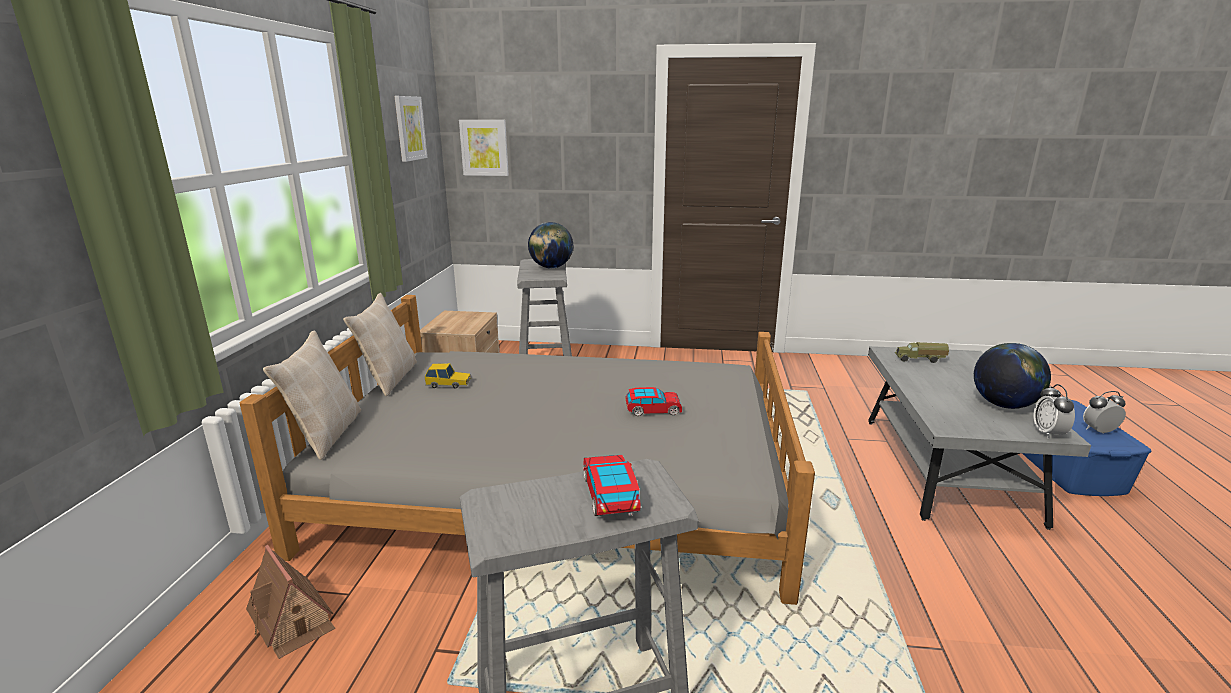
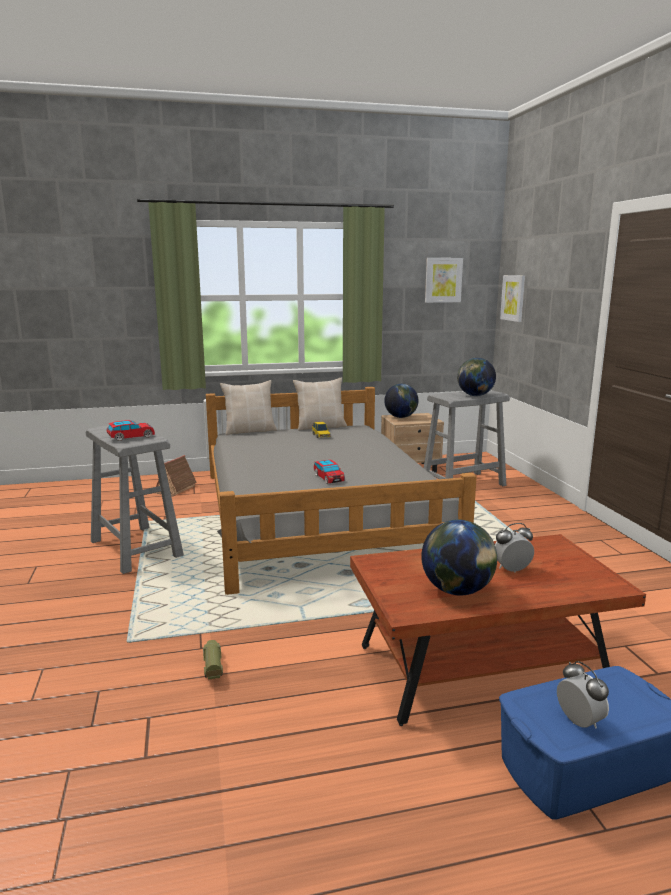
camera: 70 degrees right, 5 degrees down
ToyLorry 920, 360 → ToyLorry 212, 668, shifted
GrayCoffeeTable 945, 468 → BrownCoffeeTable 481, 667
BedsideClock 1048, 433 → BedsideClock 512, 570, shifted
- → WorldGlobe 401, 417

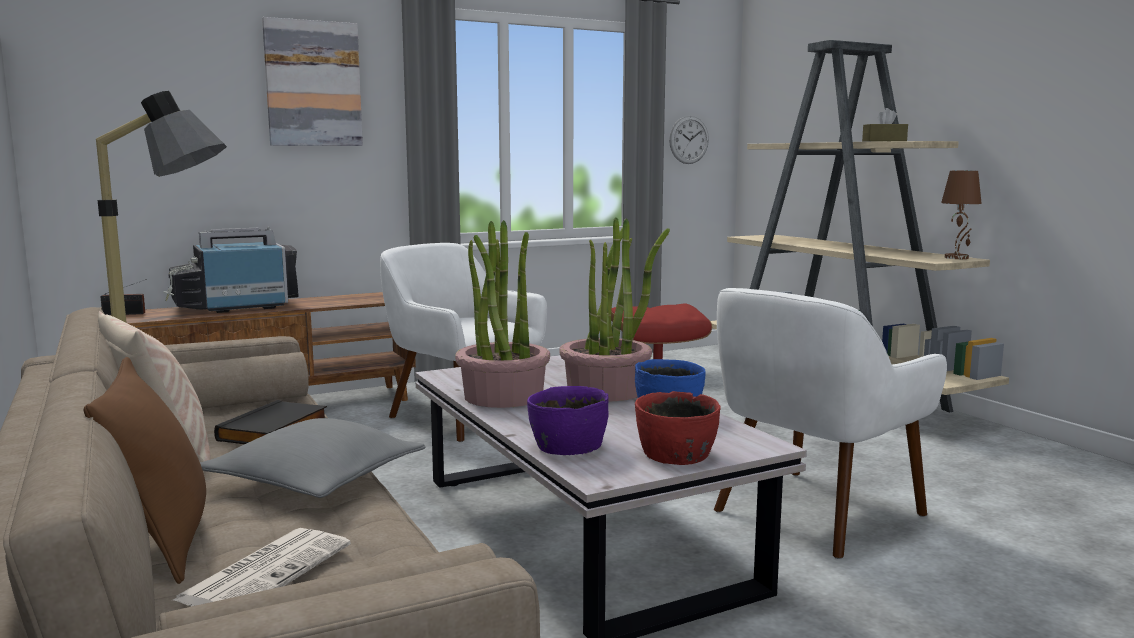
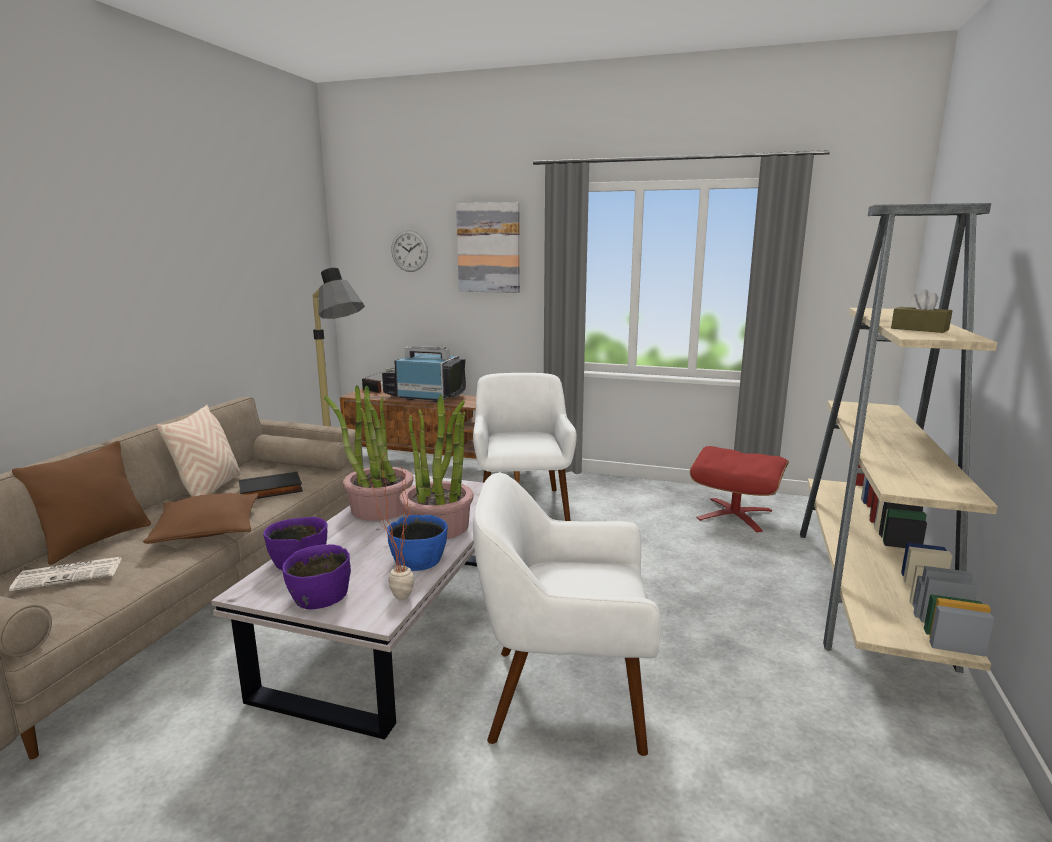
camera: 45 degrees right, 5 degrees up
WallClock 689, 140 → WallClock 409, 251, shifted
BrownTabletopLamp 957, 258 → -
ReddishServingBowl 676, 454 → PurpleServingBowl 319, 597
GrayCushion 316, 479 → BrownCushion 208, 530
- → PottedPlant 394, 598

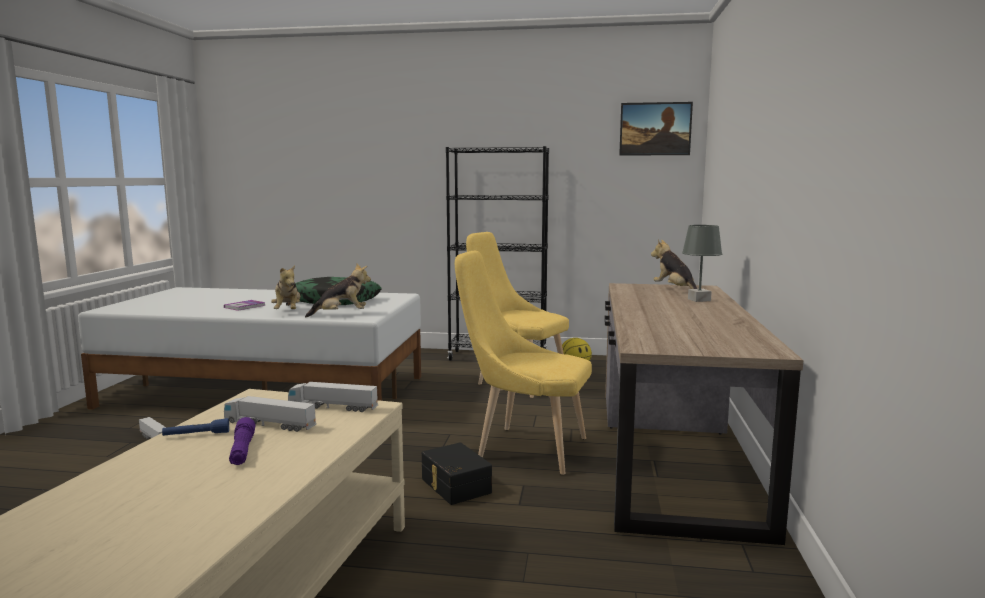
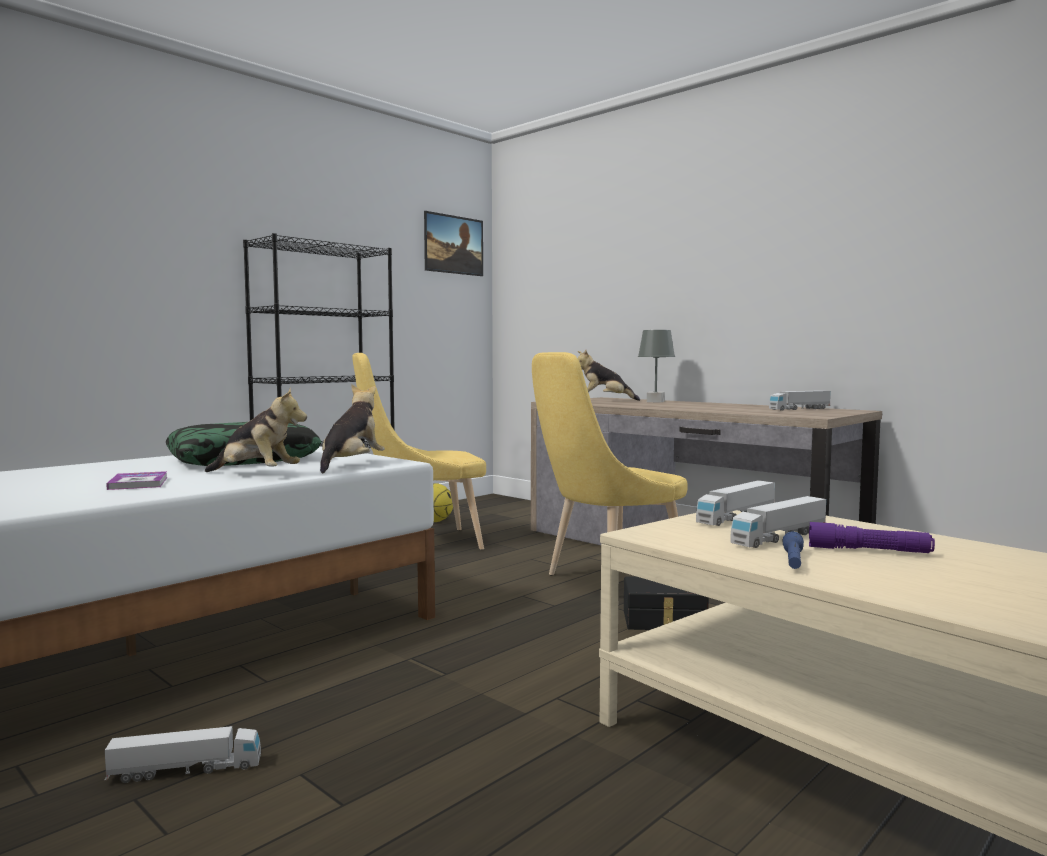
camera: 55 degrees left, 5 degrees down
- → ToyLorry 800, 409

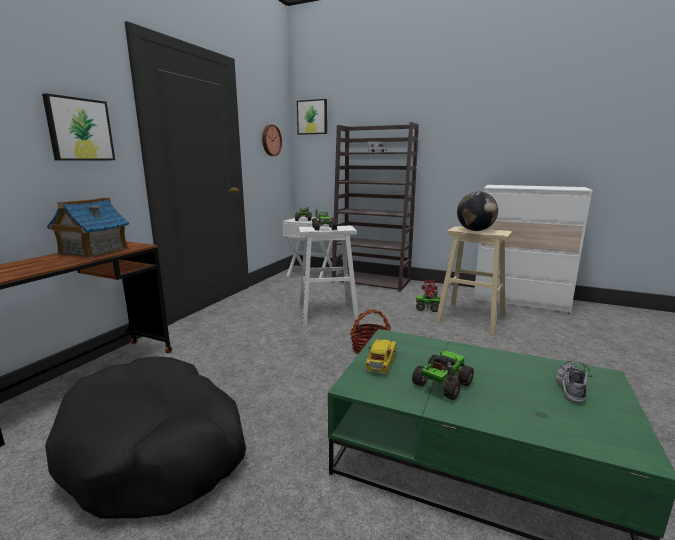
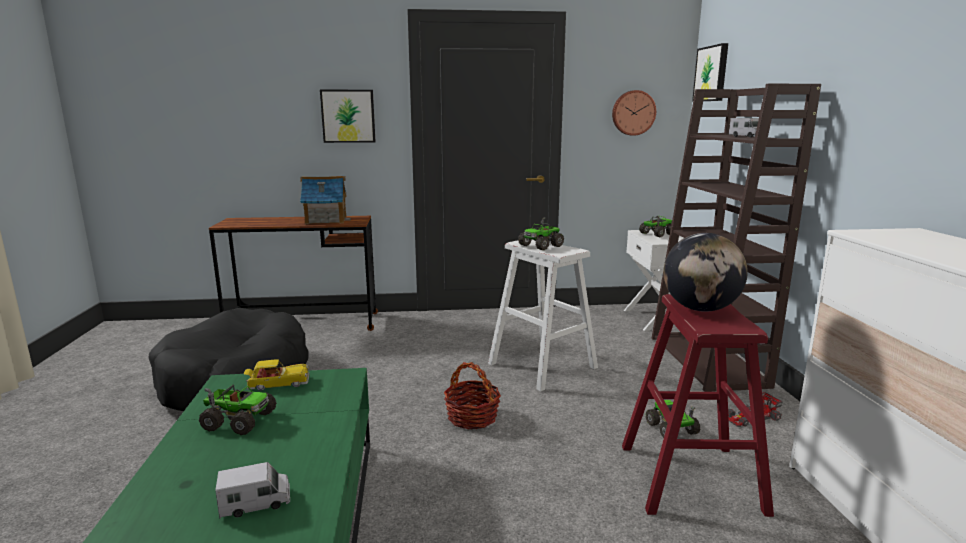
camera: 60 degrees right, 0 degrees up
SandColouredStoolSeat 471, 318 → ReddishStoolSeat 690, 478
ItemOfFootwear 570, 387 → ToyLorry 256, 503

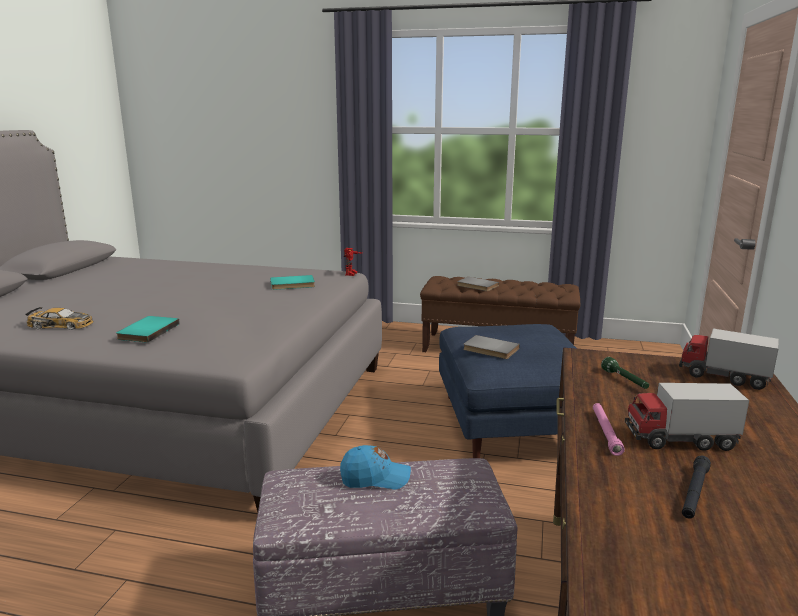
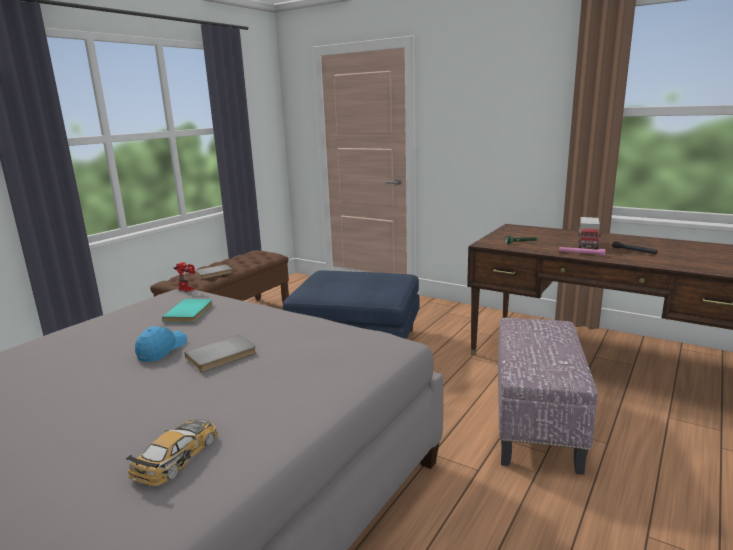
camera: 70 degrees left, 0 degrees up
BlueGreenVolume 146, 331 → -
ToyLorry 723, 377 → -
GrayVolume 490, 350 → GrayVolume 222, 356, shifted
BluePeakedCap 375, 478 → BluePeakedCap 162, 350, shifted

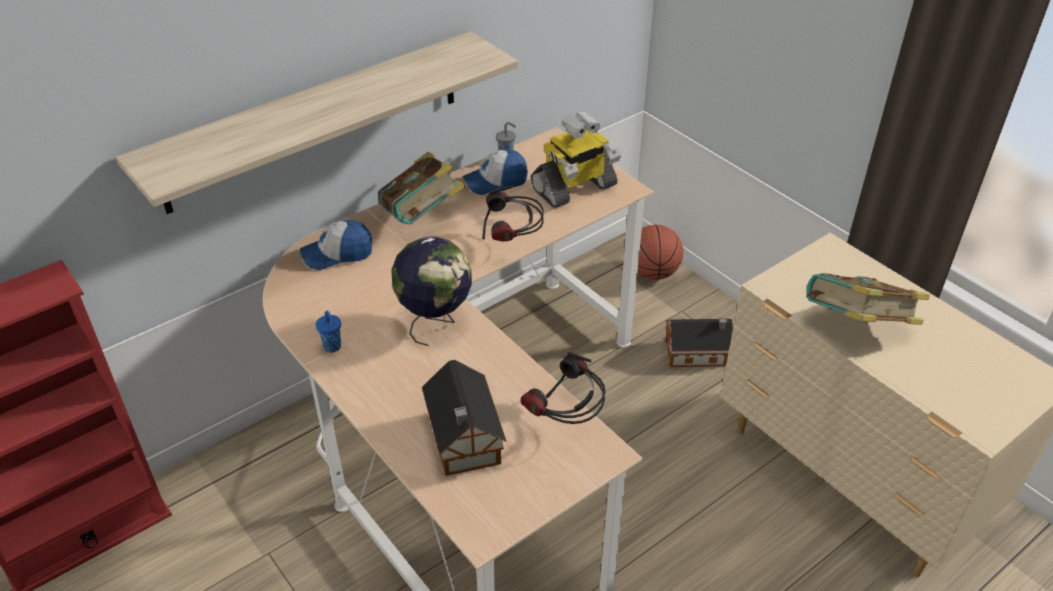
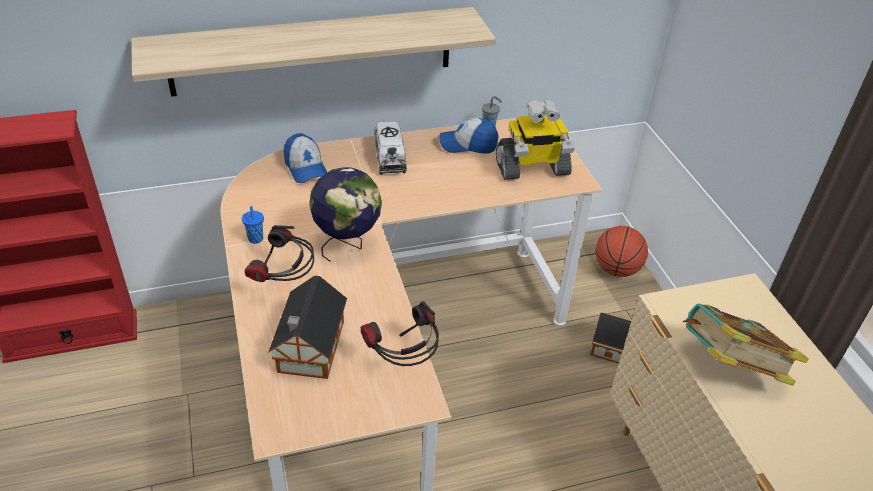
camera: 20 degrees right, 0 degrees up
Volume 422, 217 → ToyLorry 390, 157
Headset 513, 244 → Headset 284, 284, shifted
PeakedCap 337, 254 → PeakedCap 305, 167, 120 degrees counterclockwise

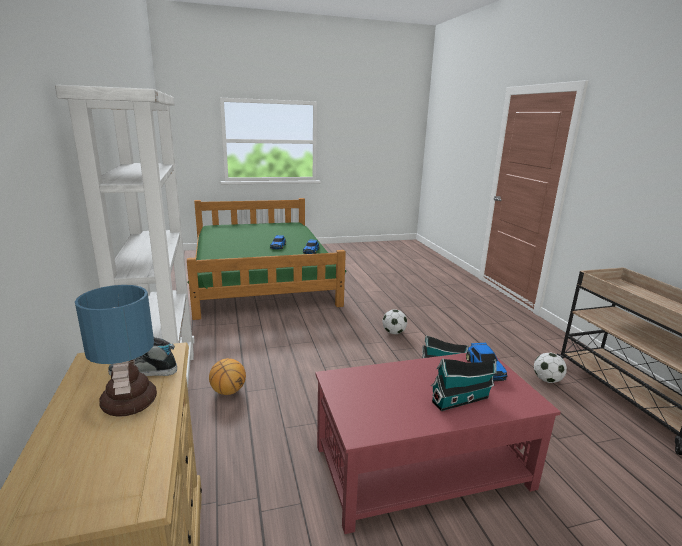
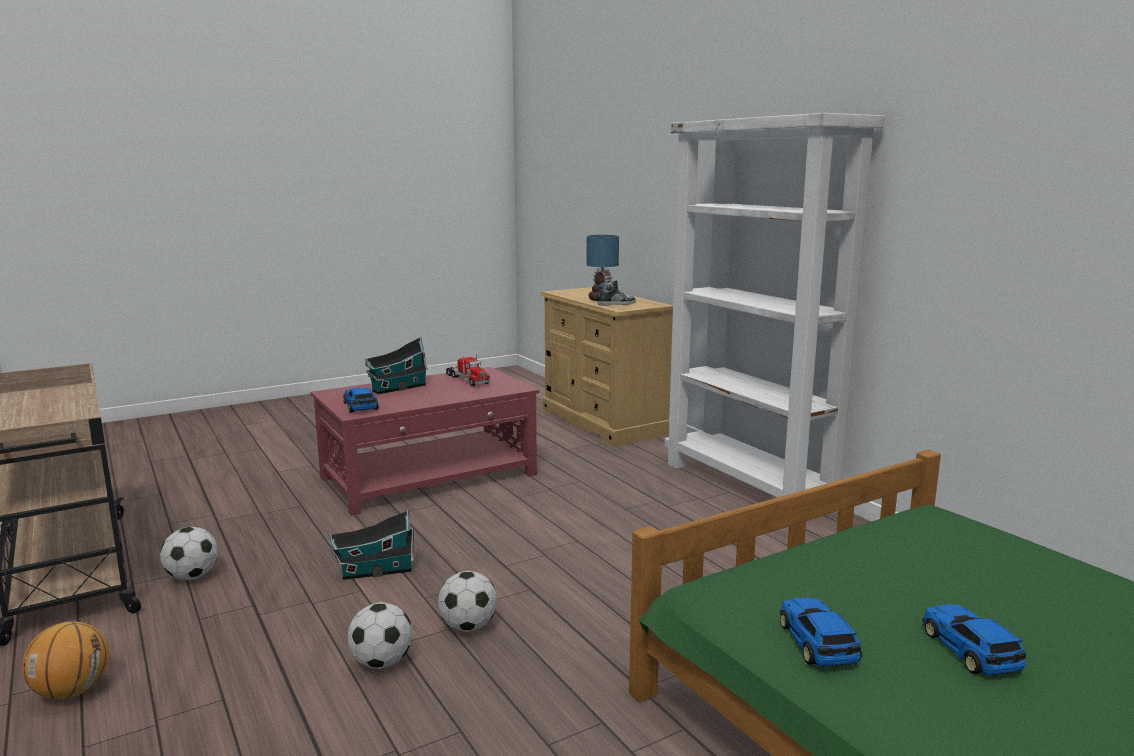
camera: 165 degrees right, 5 degrees down
Basketball 228, 391 → Basketball 72, 691, shifted
- → ToyLorry 467, 379
- → BallForFootball 381, 663

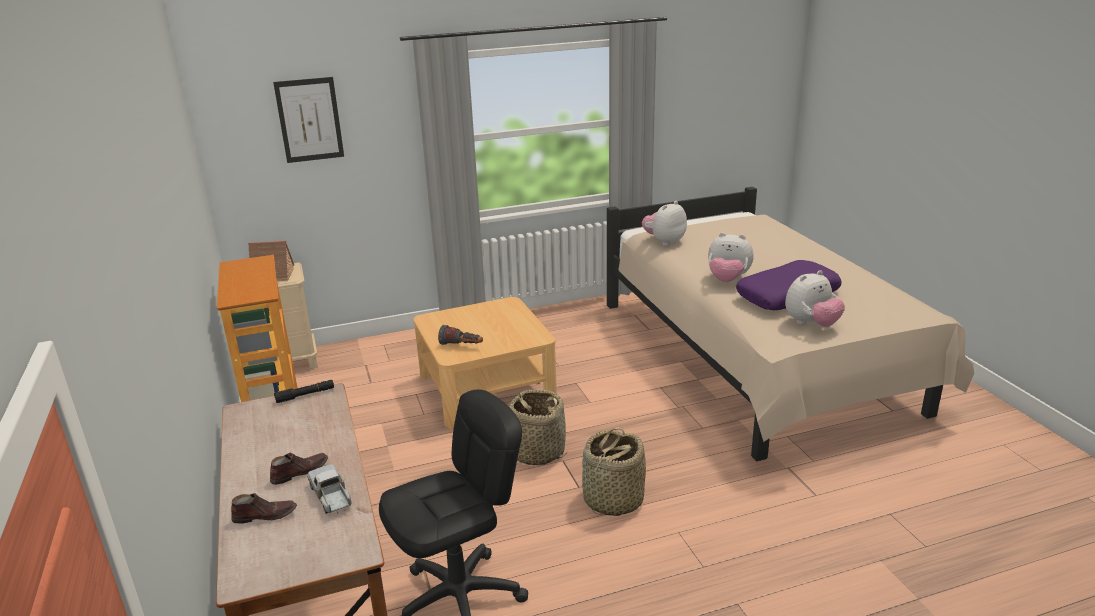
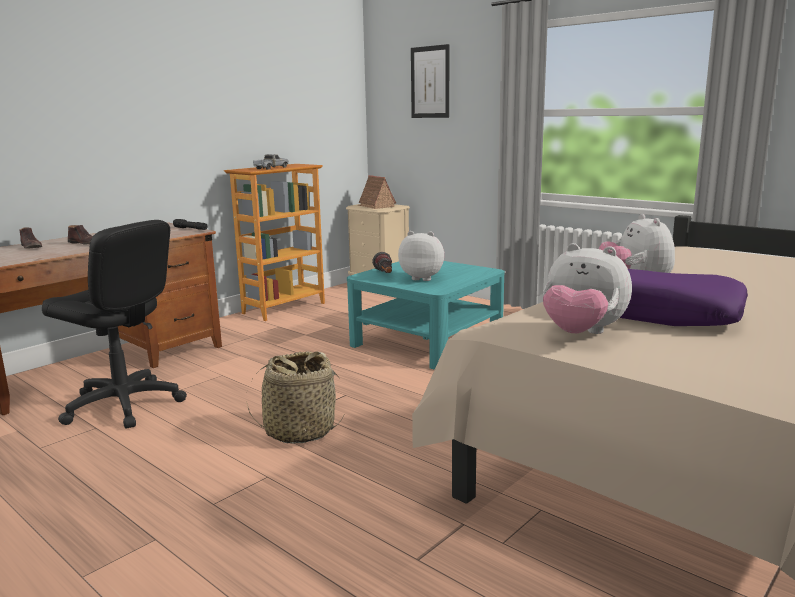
camera: 60 degrees right, 10 degrees down
CuddlyToy 664, 242 → CuddlyToy 423, 278, shifted
SandColouredCoffeeTable 486, 389 → BlueGreenCoffeeTable 425, 341
Basket 536, 451 → -
ToyLorry 331, 496 → ToyLorry 270, 168, shifted

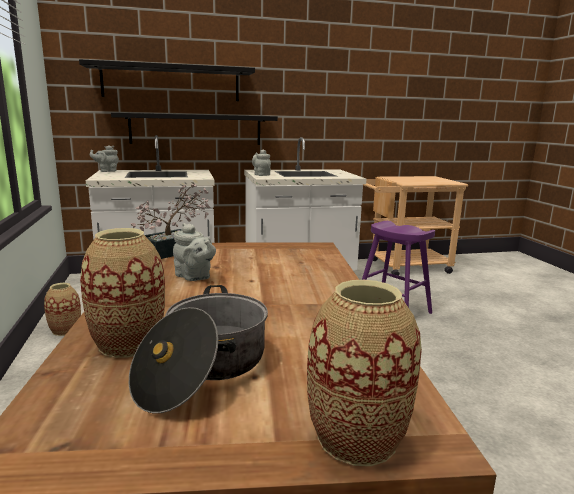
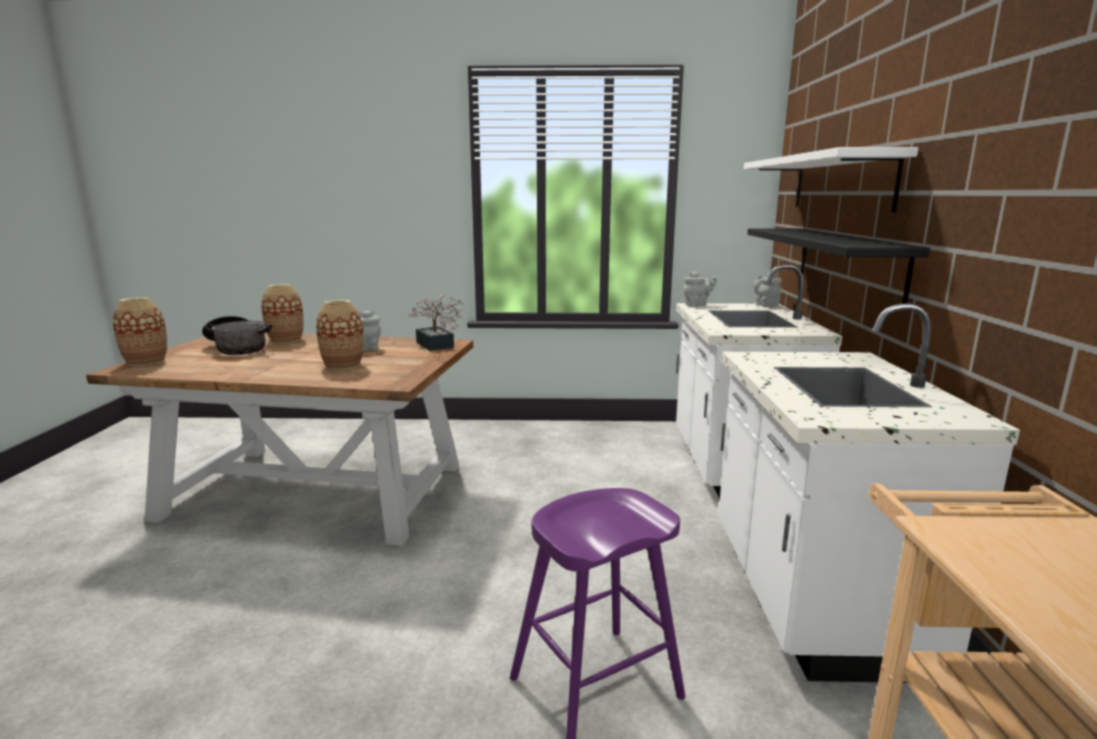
camera: 105 degrees right, 0 degrees up
BlackishBracketShelf 171, 83 → WhiteBracketShelf 841, 183
GrayPotForTea 261, 175 → GrayPotForTea 697, 305, shifted
DecorativeVase 65, 330 → DecorativeVase 343, 365, shifted

